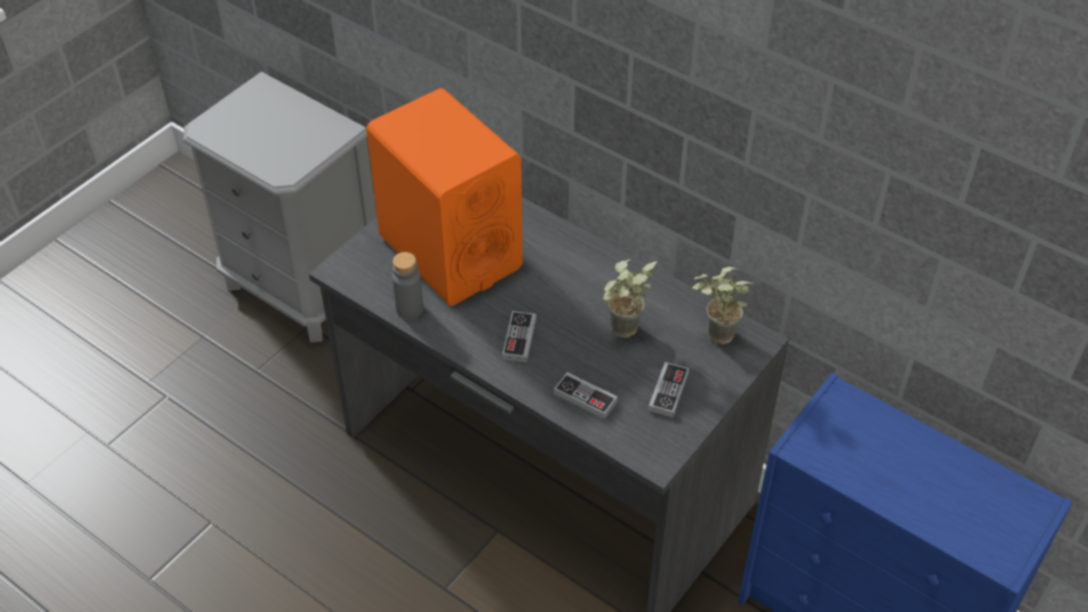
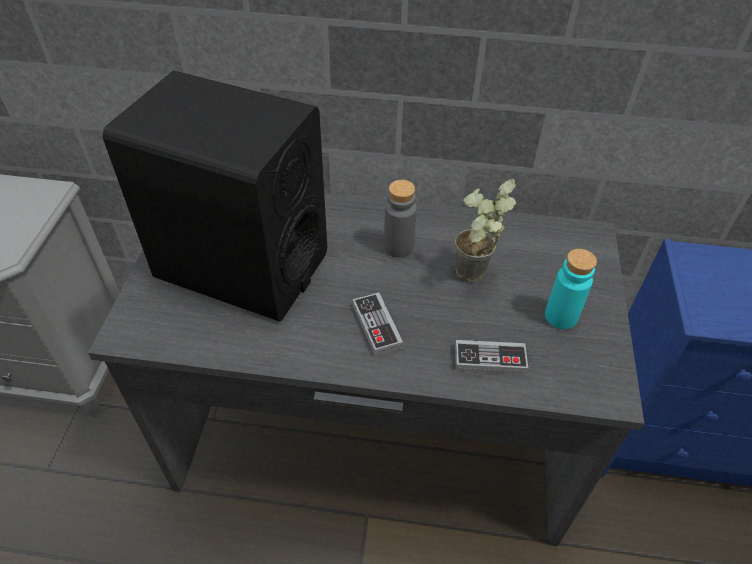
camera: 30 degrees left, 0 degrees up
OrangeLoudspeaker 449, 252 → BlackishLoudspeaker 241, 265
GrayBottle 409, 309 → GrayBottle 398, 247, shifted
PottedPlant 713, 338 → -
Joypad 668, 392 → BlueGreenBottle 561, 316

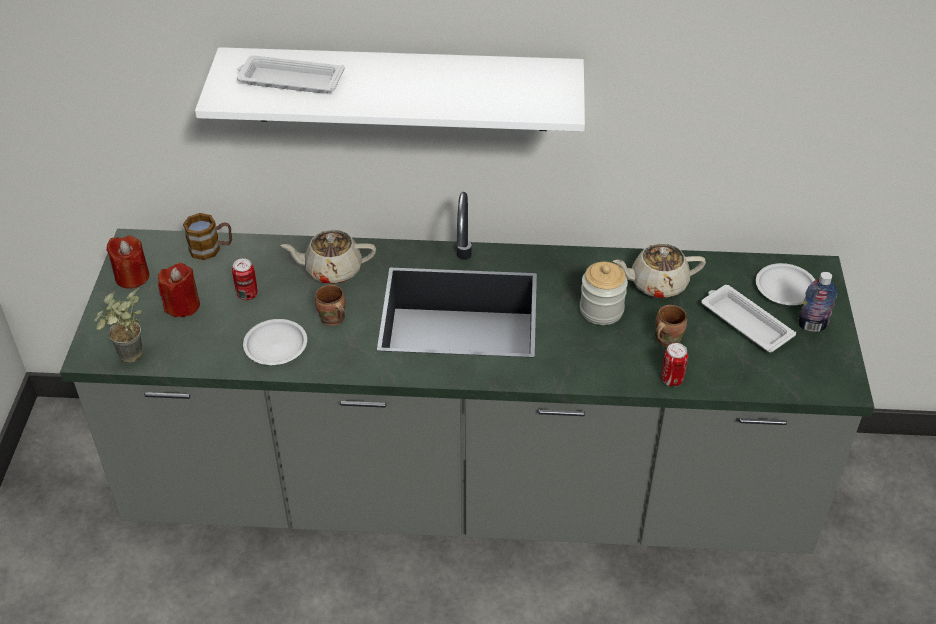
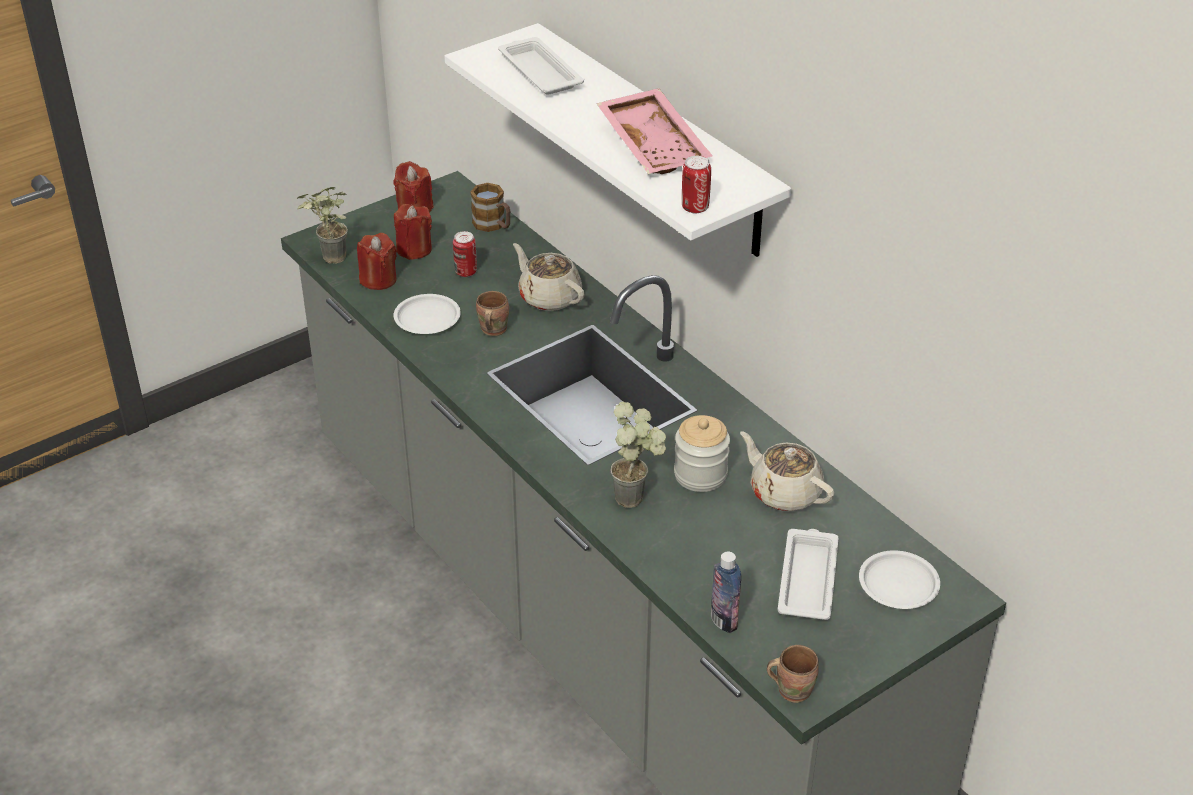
camera: 50 degrees right, 5 degrees down
Bottle 812, 326 → Bottle 723, 621, shifted
BrownCoffeeMug 665, 339 → BrownCoffeeMug 792, 689, shifted
MetalCan 671, 380 → MetalCan 695, 207, shifted
- → PinkColouredCarryingTray 655, 145
- → ReddishWaxLight 378, 279
- → PottedPlant 637, 497

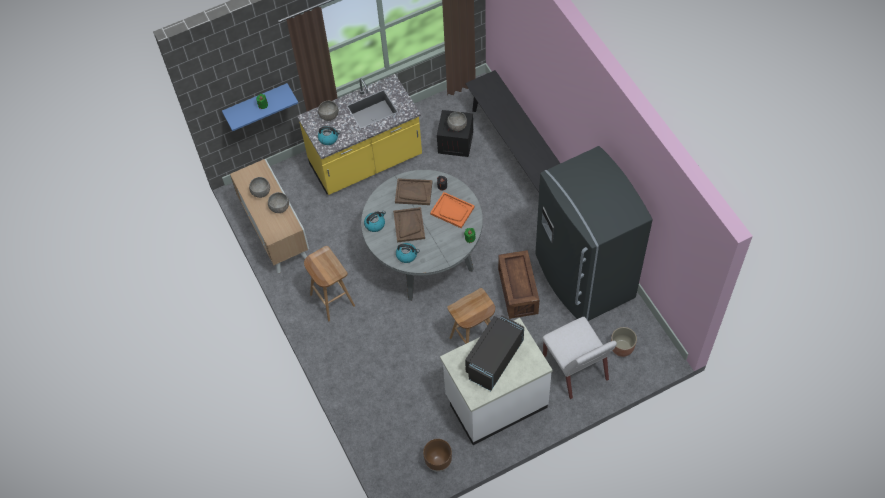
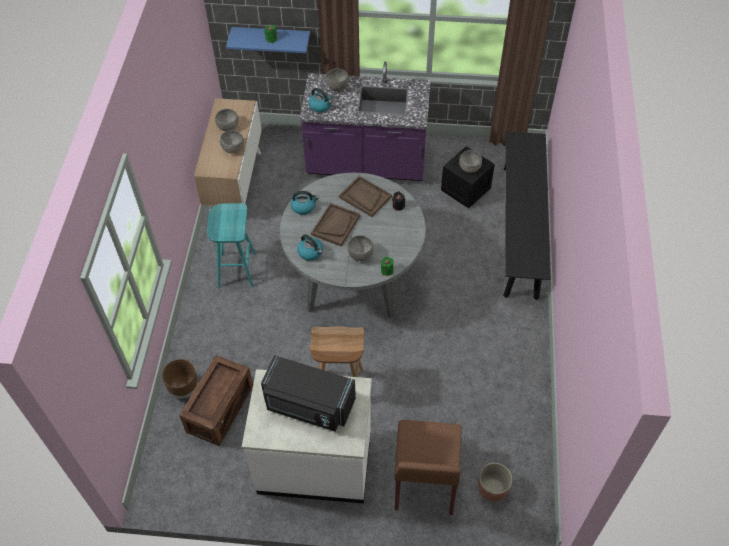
camera: 30 degrees right, 5 degrees down
YellowishCounter 366, 162 → PurpleCounter 366, 164
GrayFridge 583, 277 → -
OrangeCarryingTray 452, 210 → -
BrownStoolSeat 331, 300 → BlueGreenStoolSeat 236, 269
PackingCrate 518, 291 → PackingCrate 220, 408, shifted
BlackishMicrowaveOven 493, 359 → BlackishMicrowaveOven 308, 405, 135 degrees counterclockwise
WhitePlainChair 576, 368 → BrownPlainChair 425, 480
BrownPlantPot 438, 462 → BrownPlantPot 184, 389, shifted
- → GrayServingBowl 361, 255

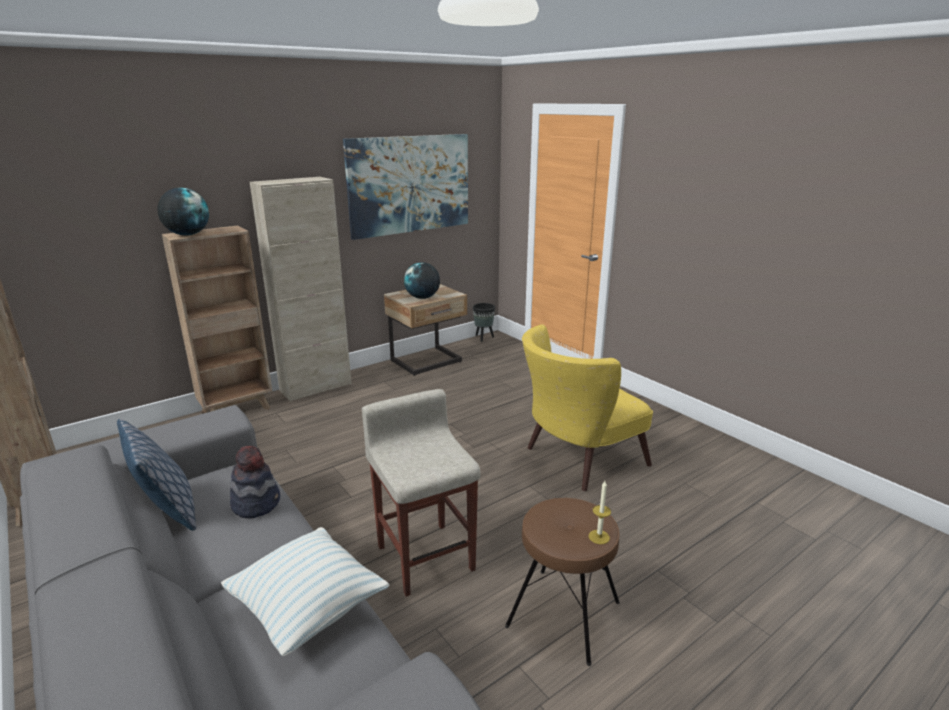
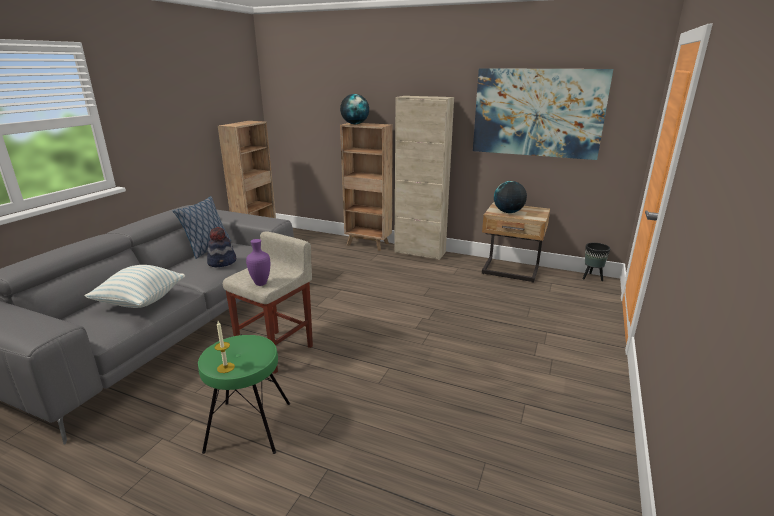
camera: 60 degrees right, 0 degrees up
YellowishArmchair 576, 460 → -
BrownStoolSeat 564, 614 → GreenColouredStoolSeat 248, 427
- → PurpleDecorativeVase 261, 284

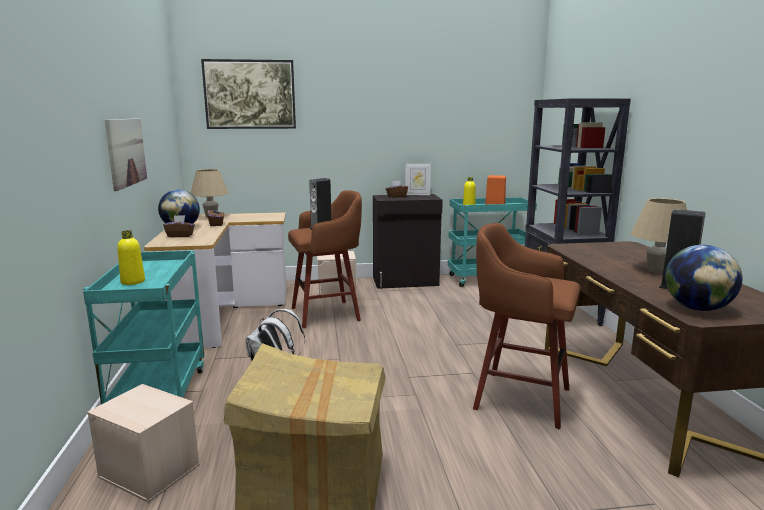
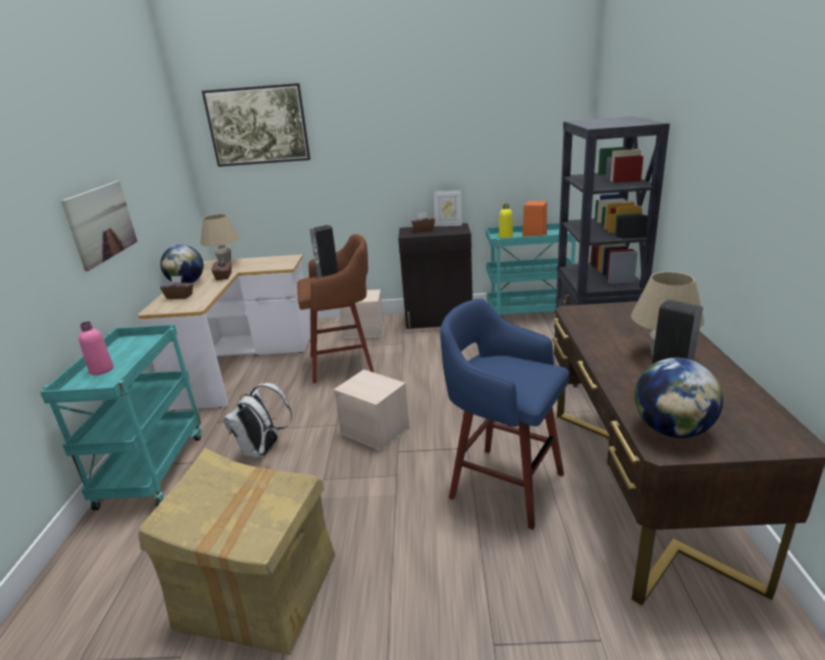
camera: 10 degrees right, 10 degrees up
BrownStoolSeat 518, 397 → BlueStoolSeat 503, 484
YellowishBottle 133, 281 → PinkColouredBottle 101, 370
SandColouredStorageBox 151, 471 → SandColouredStorageBox 376, 431, shifted

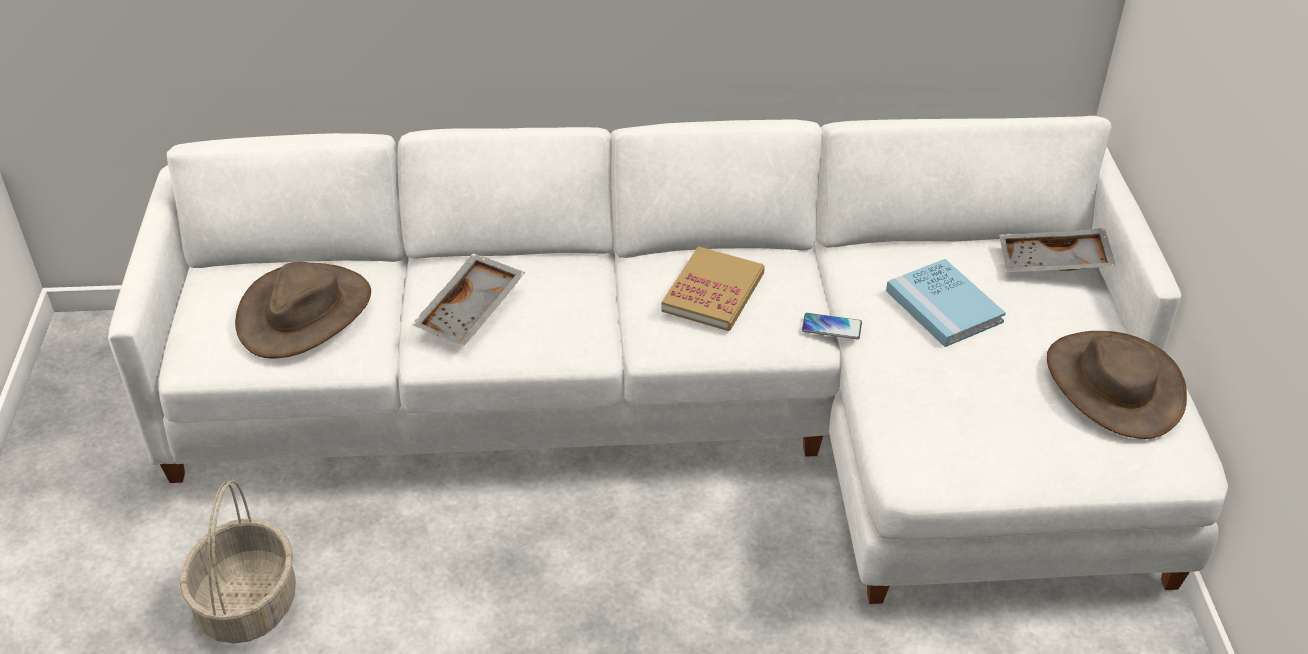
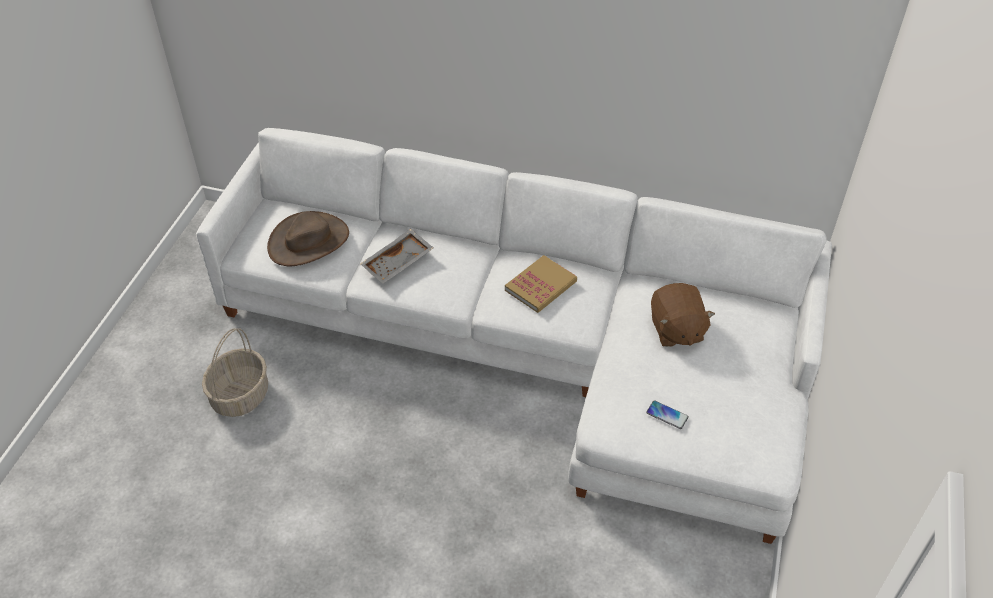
camera: 20 degrees right, 5 degrees up
GrayCarryingTray 1053, 264 → -
BlueVolume 944, 306 → BrownCuddlyToy 676, 330
Phone 831, 327 → Phone 667, 415, shifted
BrownHat 1113, 385 → -

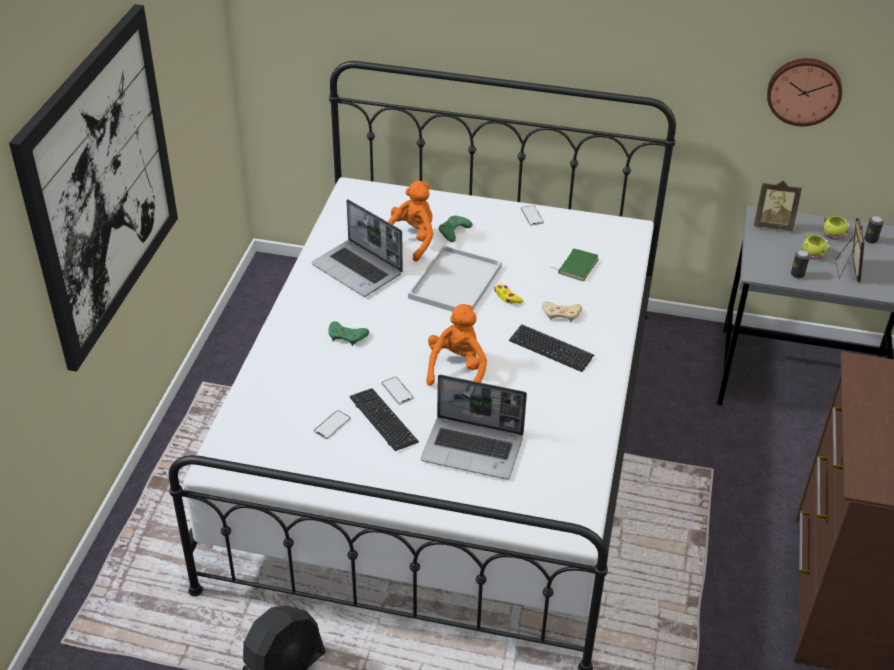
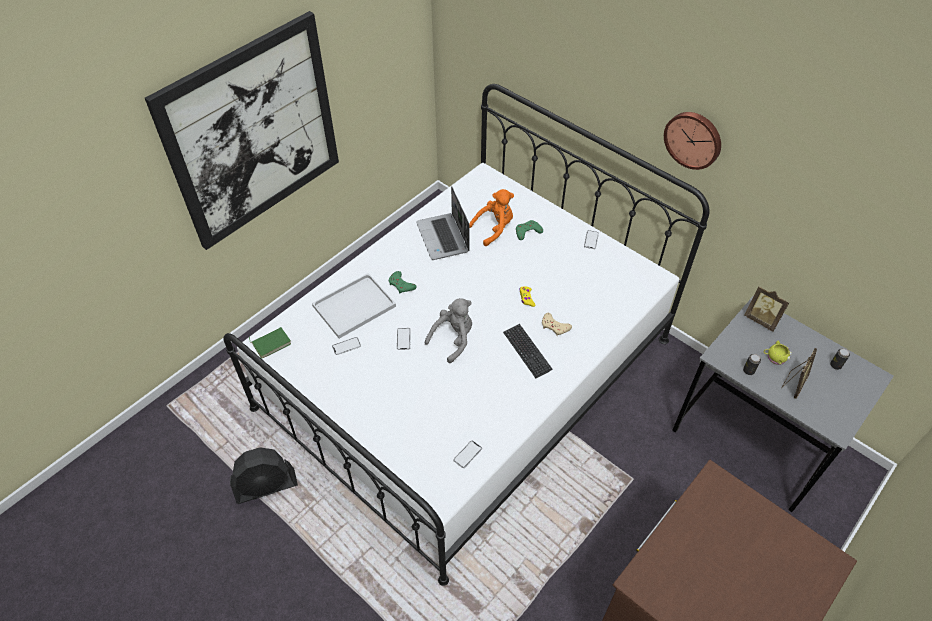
camera: 30 degrees right, 10 degrees up
WallClock 804, 90 → WallClock 693, 139, shifted
YellowishCoffeeMug 832, 235 → -
WhiteCarryingTray 455, 283 → WhiteCarryingTray 353, 307, shifted
GreenColouredVolume 576, 266 → GreenColouredVolume 271, 343, shifted
OrangeCuddlyToy 457, 369 → GrayCuddlyToy 453, 339
PortableComputer 474, 449 → -
Keyboard 383, 420 → -
- → Phone 467, 454

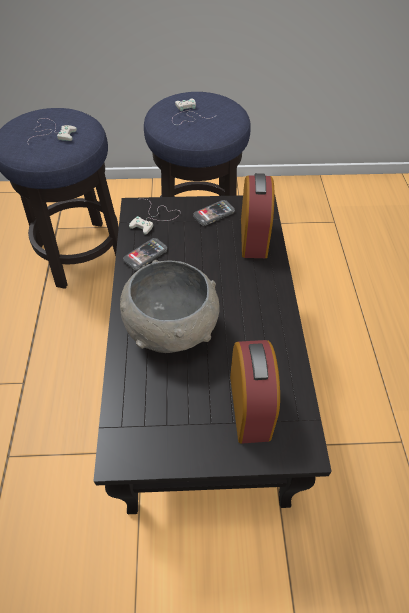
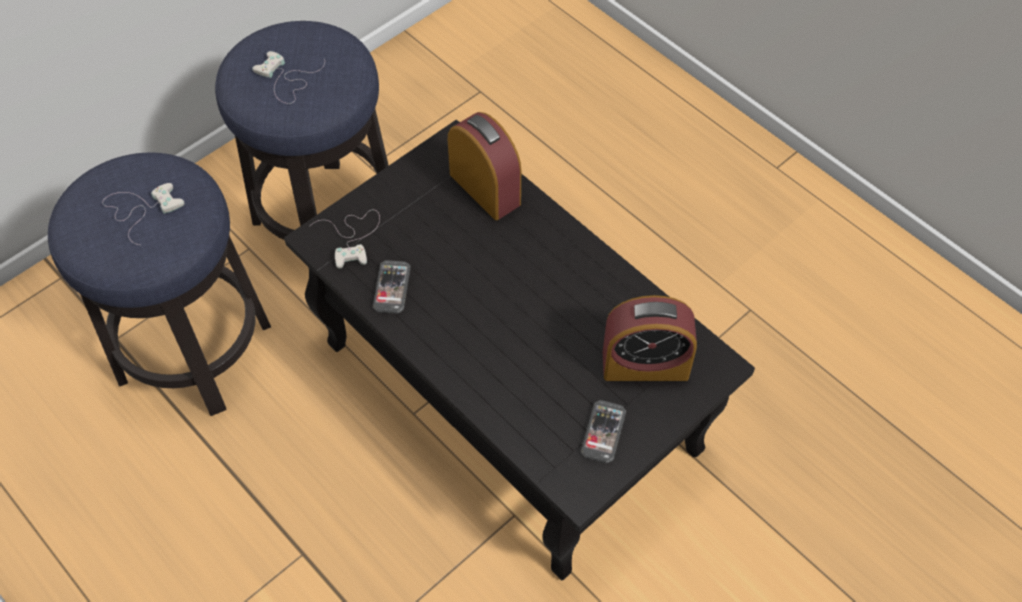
camera: 40 degrees left, 5 degrees up
Phone 214, 214 → Phone 603, 432, shifted
GrayServingBowl 172, 329 → -
BedsideClock 250, 406 → BedsideClock 645, 364, 135 degrees clockwise

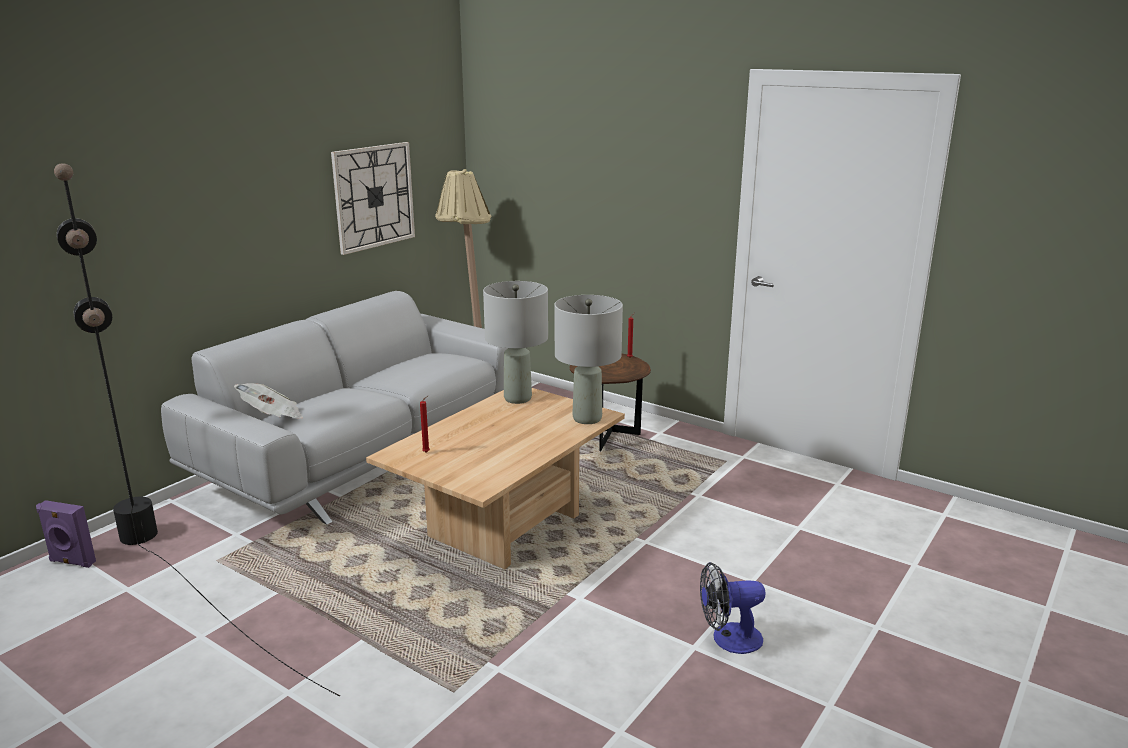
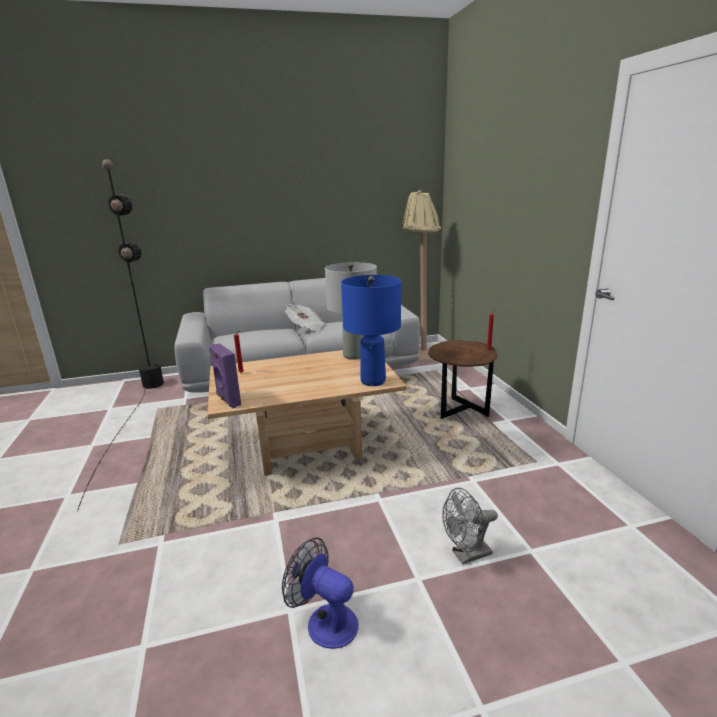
camera: 40 degrees right, 0 degrees up
WallClock 374, 196 → -
GrayTabletopLamp 587, 418 → BlueTabletopLamp 373, 381
DailyPaper 272, 416 → DailyPaper 306, 327, shifted
PurpleLoudspeaker 71, 562 → PurpleLoudspeaker 227, 400, shifted
- → GrayFan 466, 555

